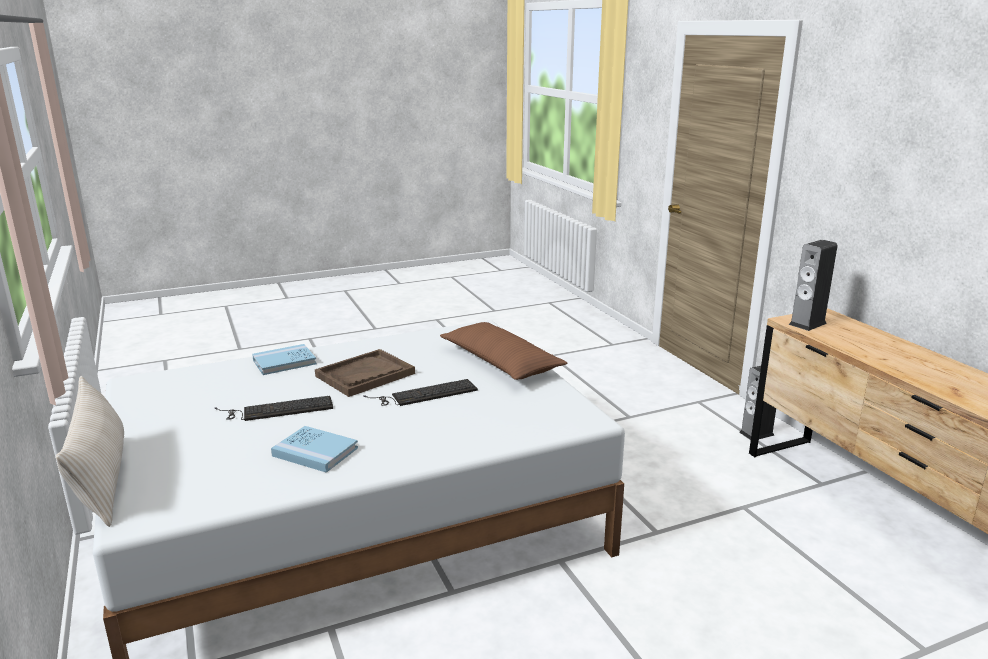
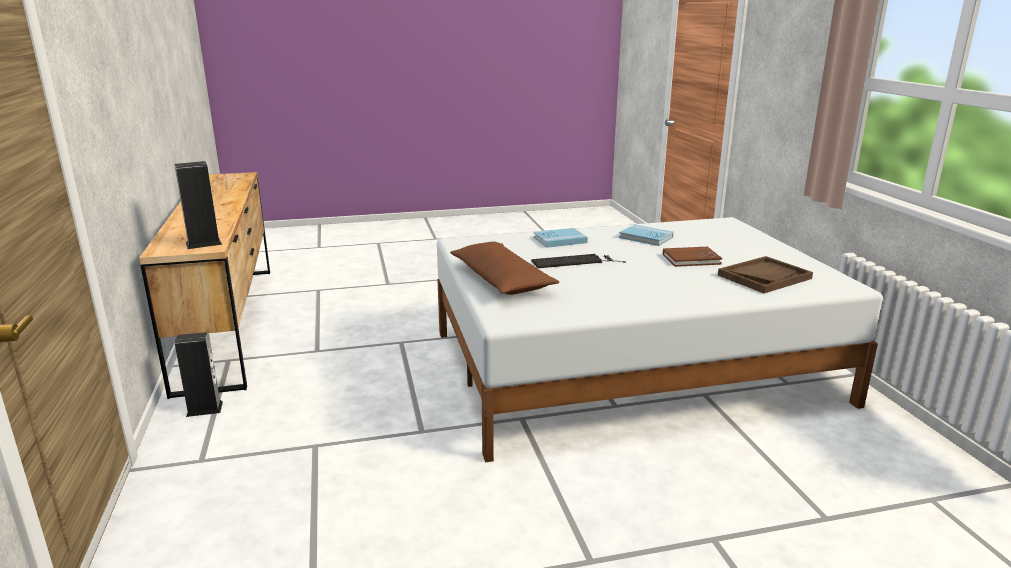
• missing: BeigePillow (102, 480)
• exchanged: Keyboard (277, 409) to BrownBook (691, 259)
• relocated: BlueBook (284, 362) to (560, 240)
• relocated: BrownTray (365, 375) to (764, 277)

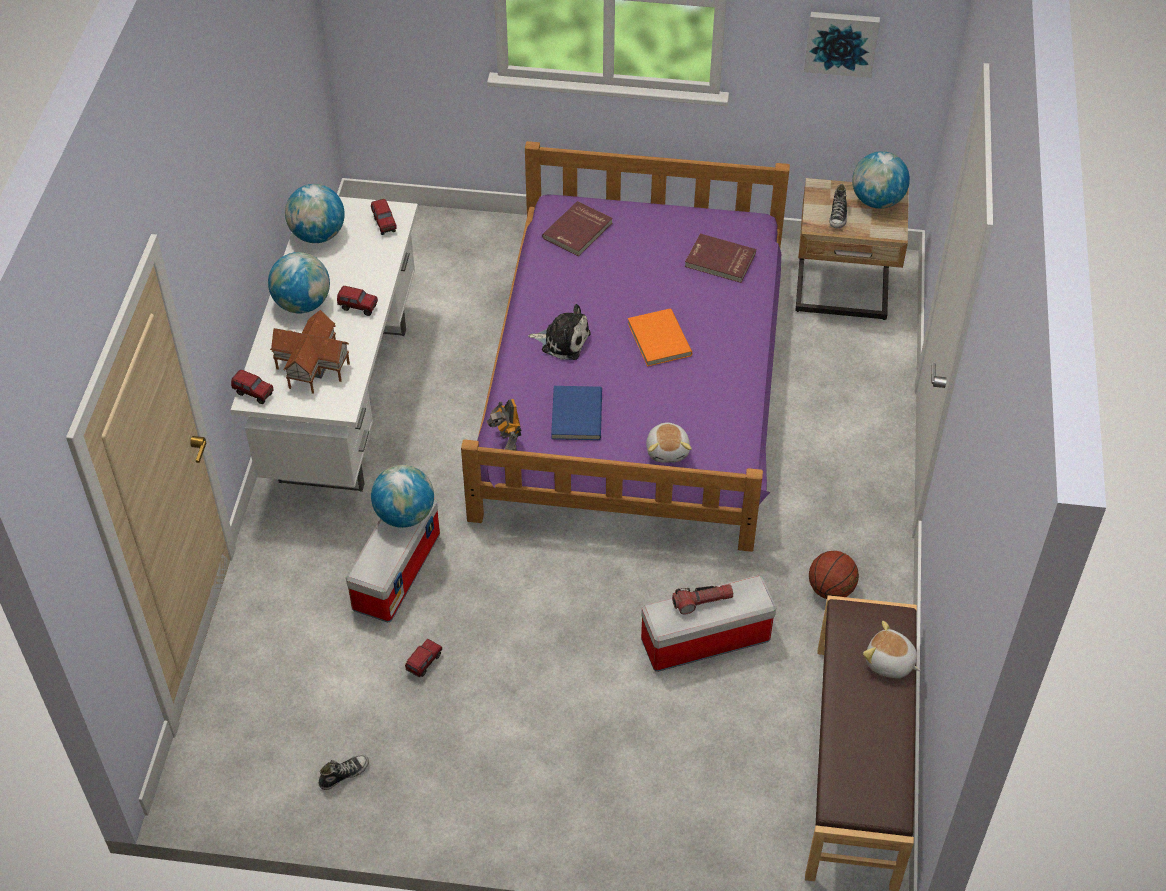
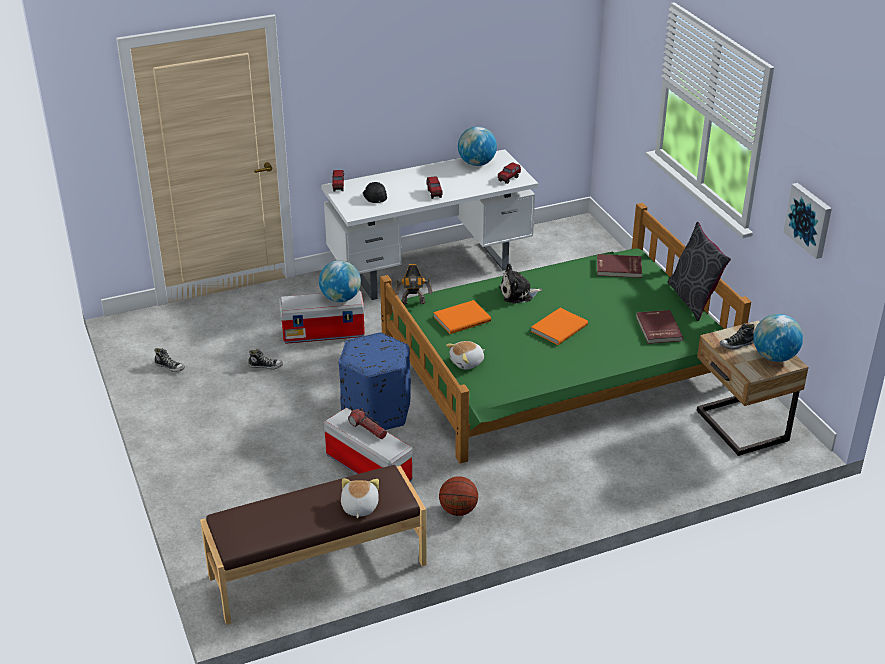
• missing: Globe (302, 304)
• exchanged: ToyHouse (313, 367) to BlackCap (375, 196)
• exchanged: ToyTruck (424, 663) to Shoe (266, 366)
• colour: PurpleBed (633, 384) to GreenBed (554, 366)
• spun: ToyRobot (506, 445) = (413, 303) 135 degrees counterclockwise
• spun: PlushToy (562, 341) = (518, 294) 90 degrees clockwise
• colour: BlueBook (575, 415) to OrangeBook (461, 318)
• appeared: BlueOttoman (376, 412)
• appeared: GreyPillow (693, 299)

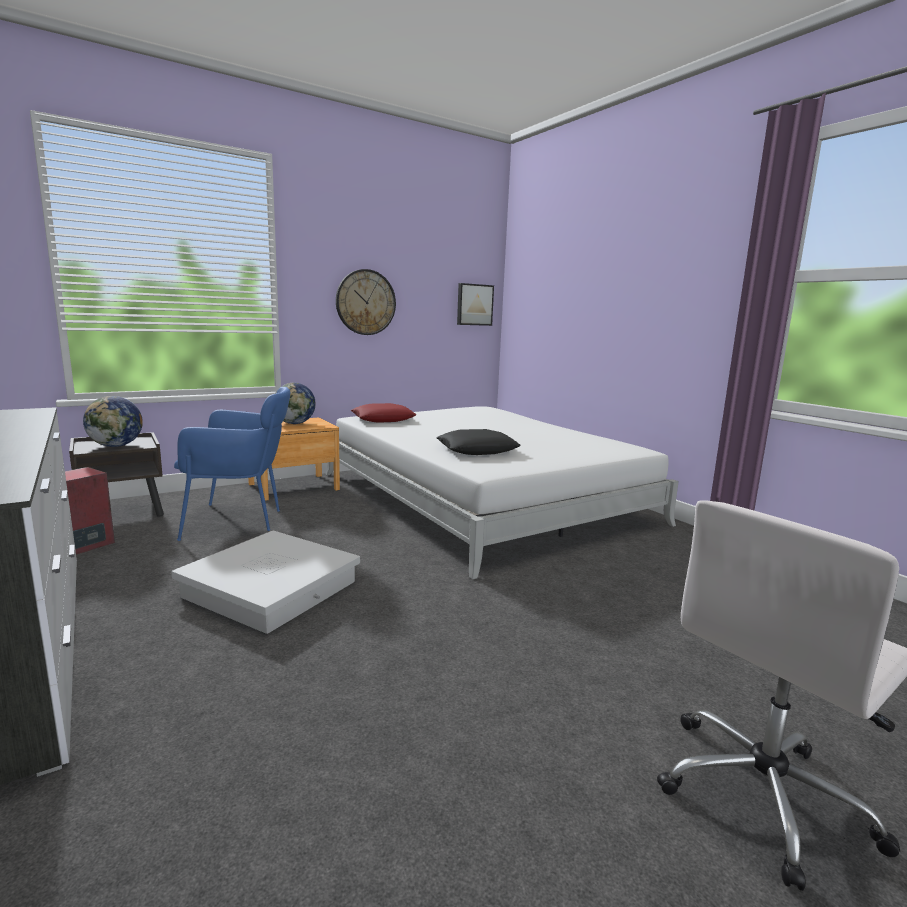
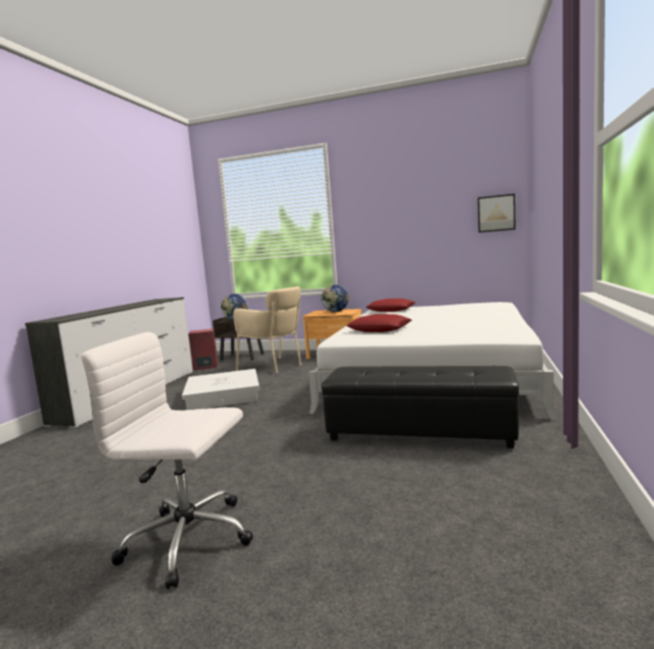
• colour: BlueArmchair (240, 521) to BeigeArmchair (275, 366)
• missing: WallClock (365, 302)
• colour: BlackPillow (477, 450) to RedPillow (379, 329)
• appeared: BlackOttoman (420, 432)

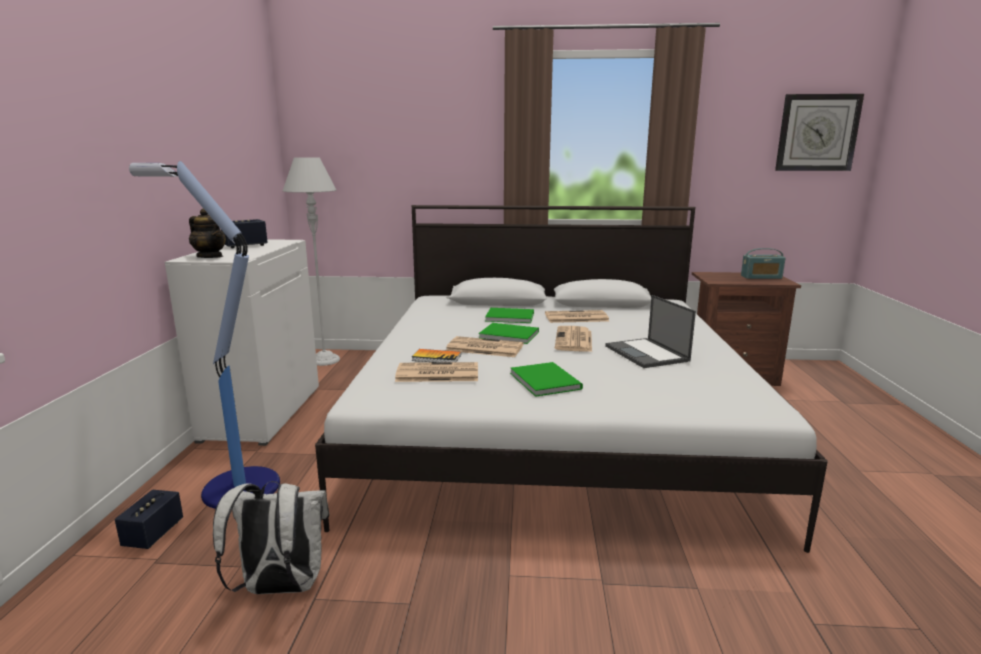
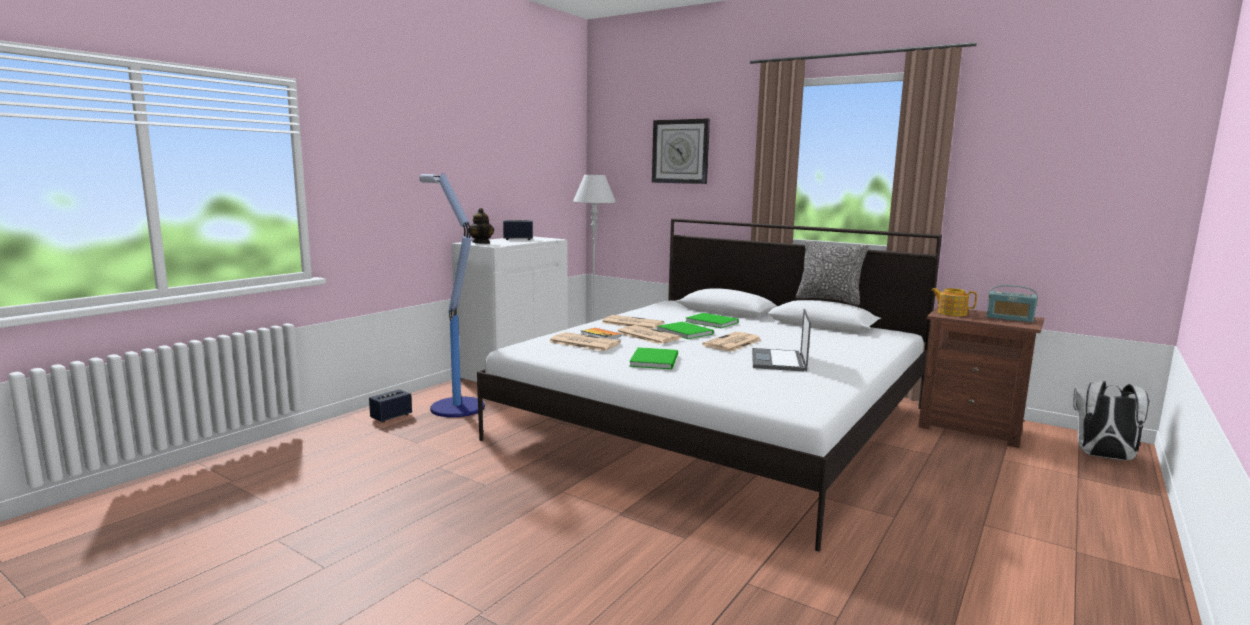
• relocated: WhiteBackpack (280, 588) to (1103, 457)
• relocated: Newspaper (575, 317) to (631, 323)
• relocated: WallClock (817, 133) to (680, 151)
• appeared: Pillow (829, 300)
• appeared: Teapot (951, 313)

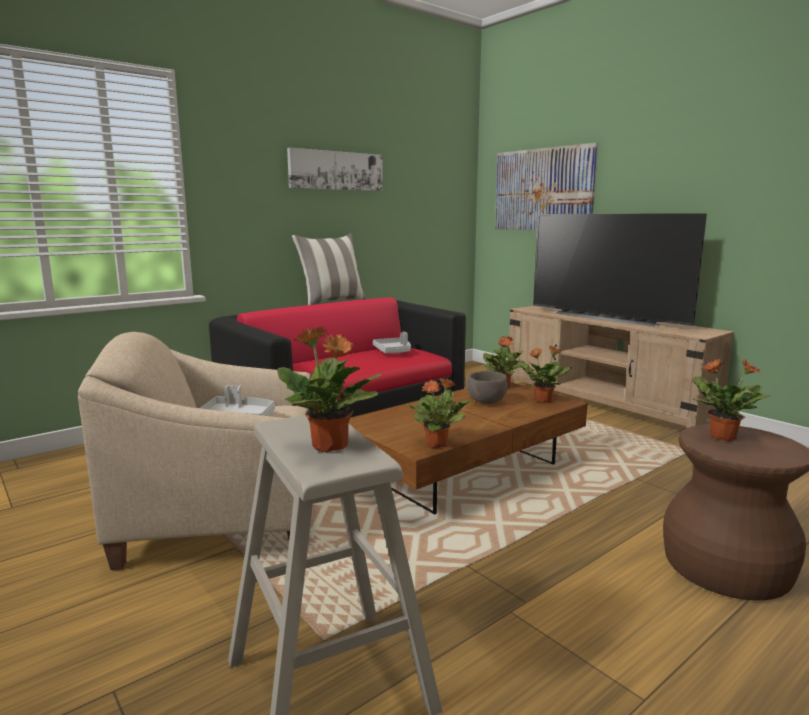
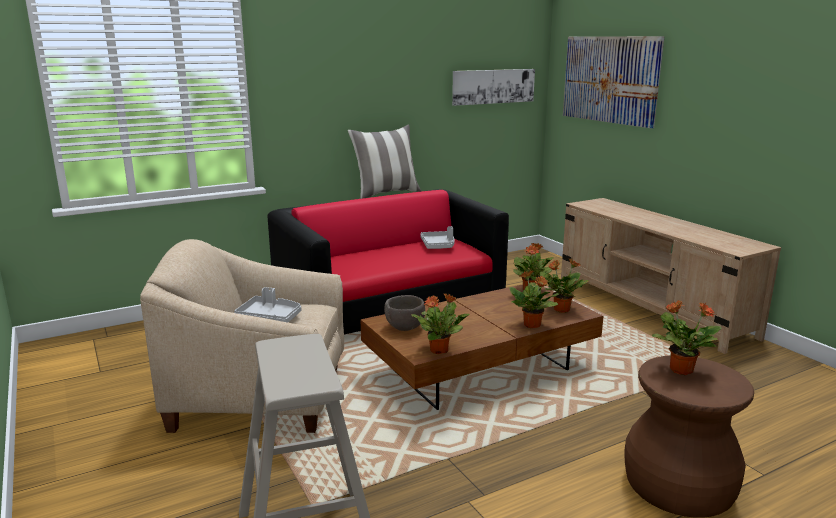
• relocated: PottedPlant (330, 446) to (532, 325)
• relocated: Picture (336, 170) to (493, 86)
• relocated: BrownBowl (486, 402) to (404, 327)
• missing: Television (608, 318)

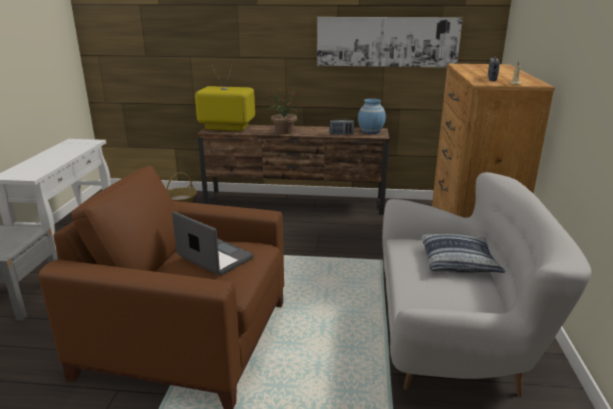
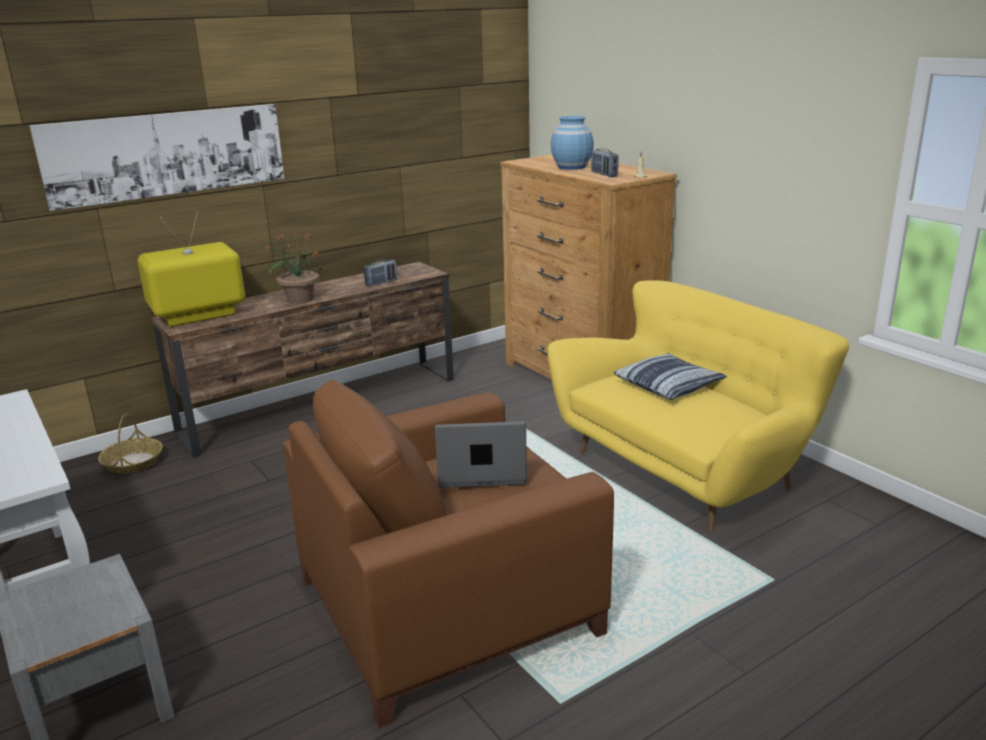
• relocated: Picture (387, 42) to (167, 154)
• relocated: BlueVase (371, 131) to (572, 167)
• colour: WhiteSofa (454, 336) to YellowSofa (686, 468)

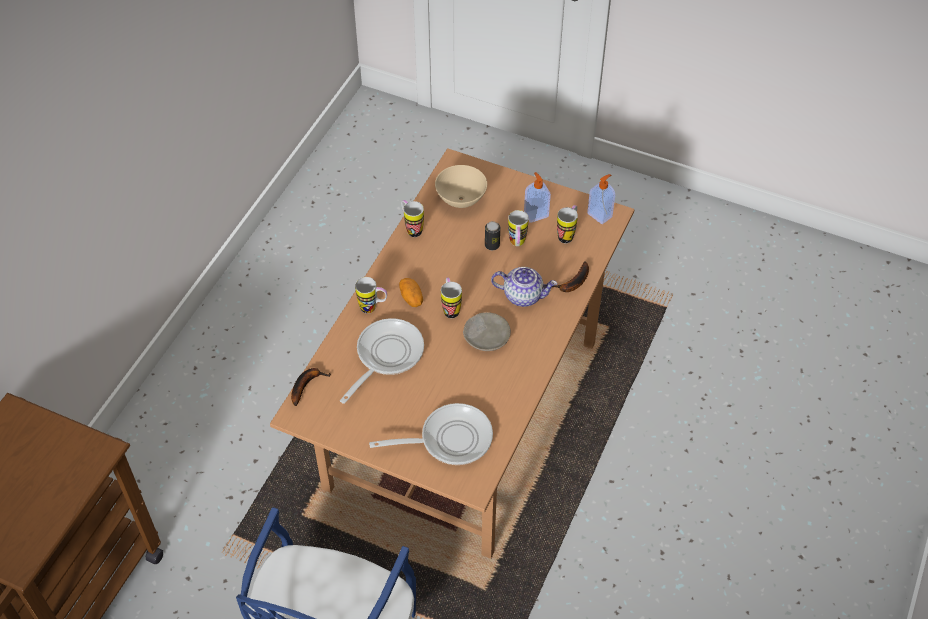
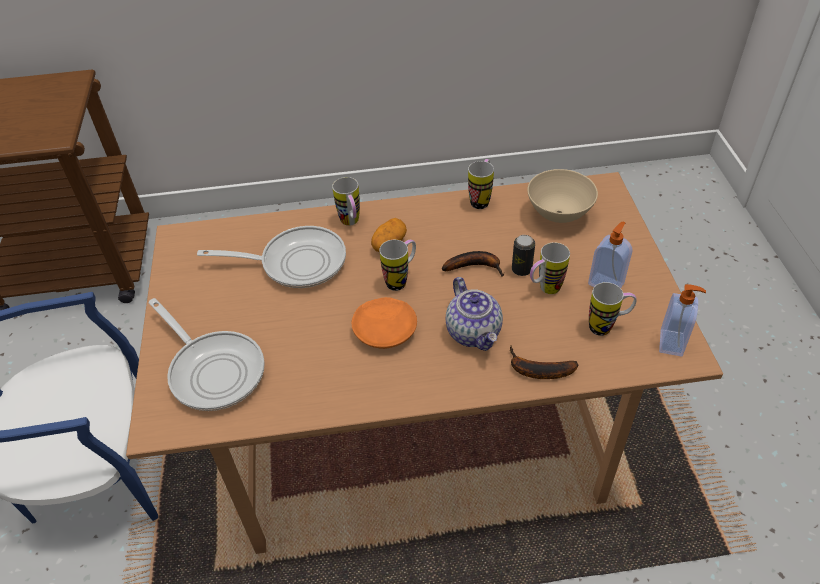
• relocated: Banana (306, 385) to (475, 266)
• colour: BeigePlate (486, 336) to OrangePlate (385, 329)

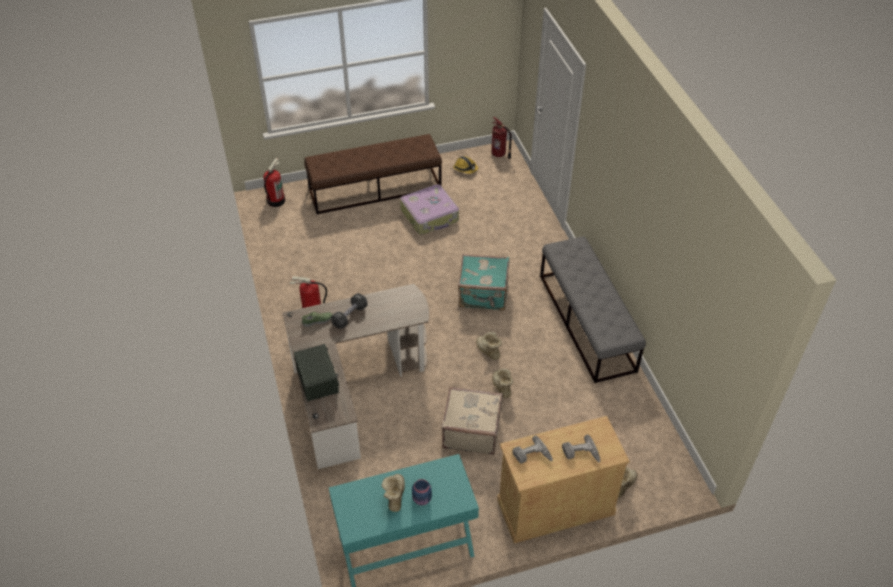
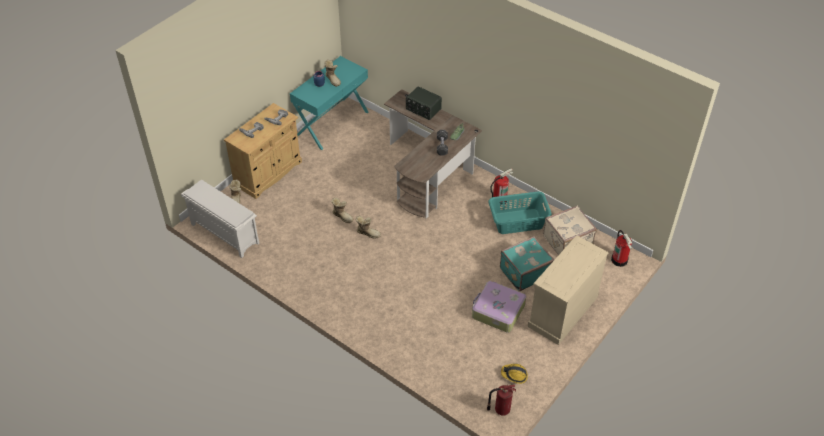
• exchanged: BrownBench (375, 189) to BeigeDresser (562, 311)
• relocated: BeigeSuitcase (471, 431) to (568, 241)
• relocated: TurquoiseSuitcase (483, 295) to (524, 272)
• missing: GreyBench (587, 322)
• appeared: WhiteShoeRack (224, 233)
• appeared: TurquoiseLaundryBasket (518, 221)

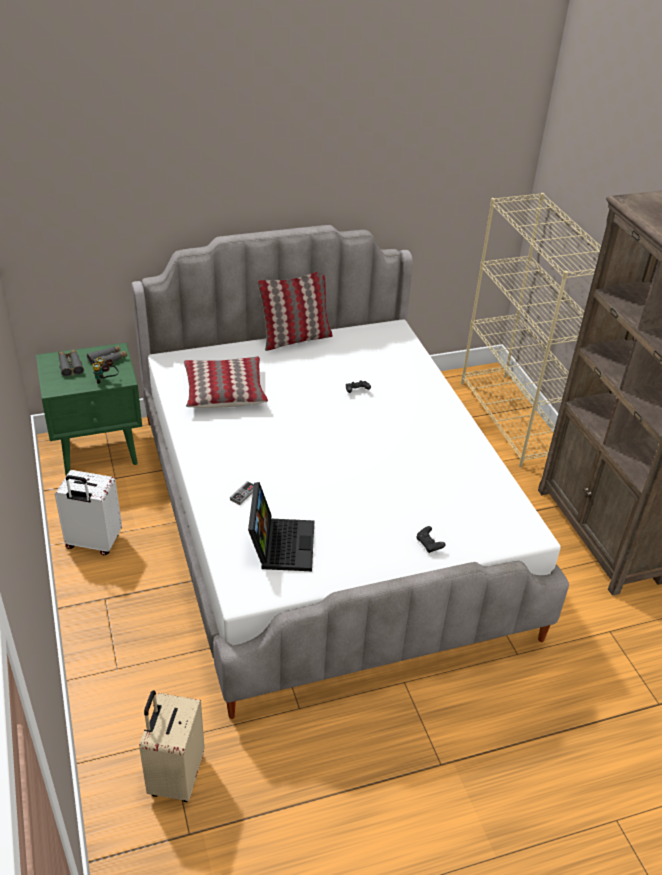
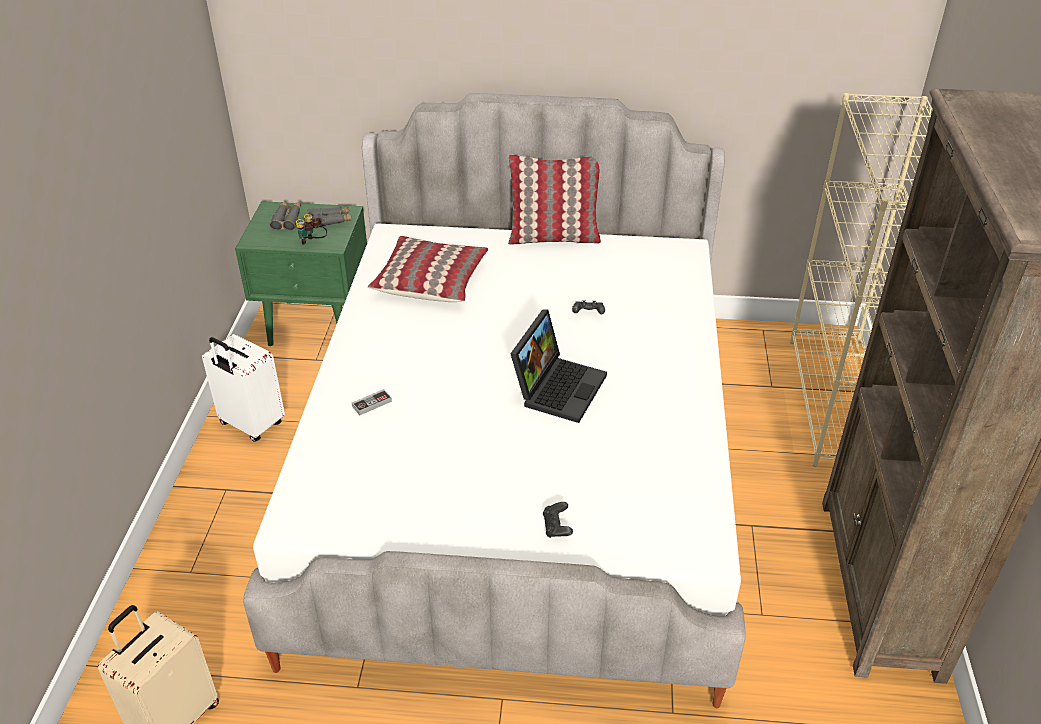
• relocated: Laptop (280, 543) to (558, 387)

